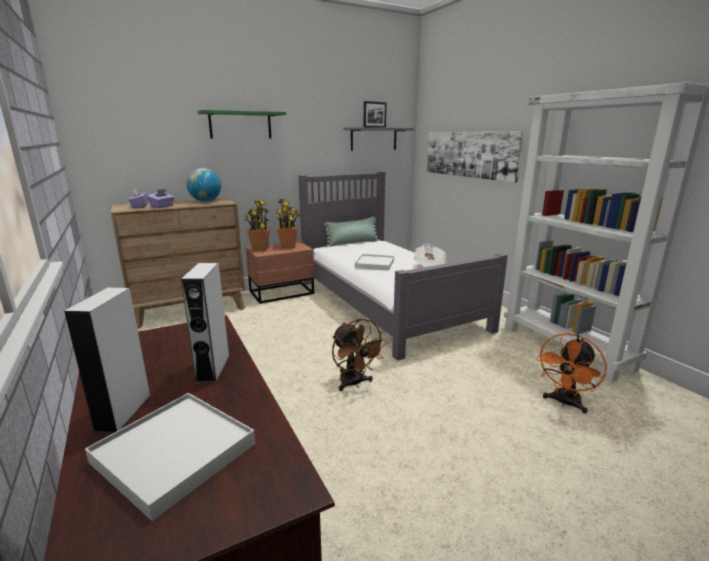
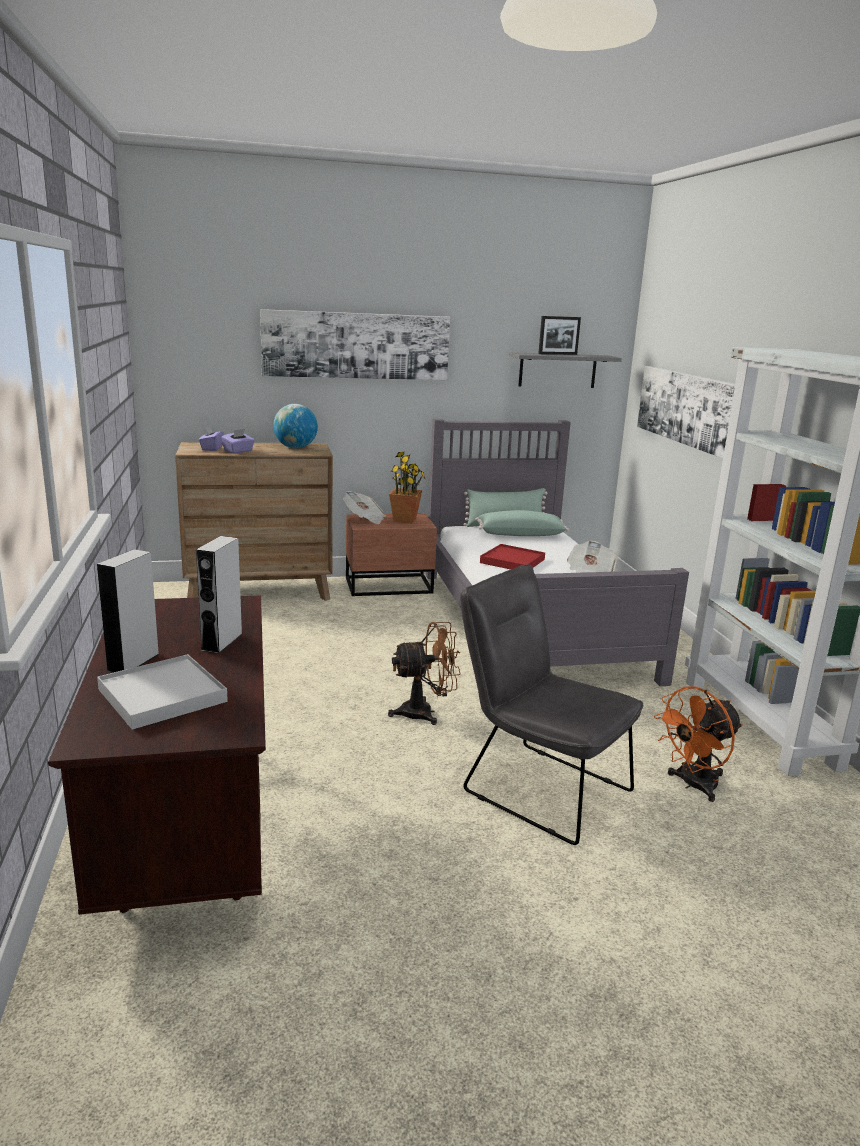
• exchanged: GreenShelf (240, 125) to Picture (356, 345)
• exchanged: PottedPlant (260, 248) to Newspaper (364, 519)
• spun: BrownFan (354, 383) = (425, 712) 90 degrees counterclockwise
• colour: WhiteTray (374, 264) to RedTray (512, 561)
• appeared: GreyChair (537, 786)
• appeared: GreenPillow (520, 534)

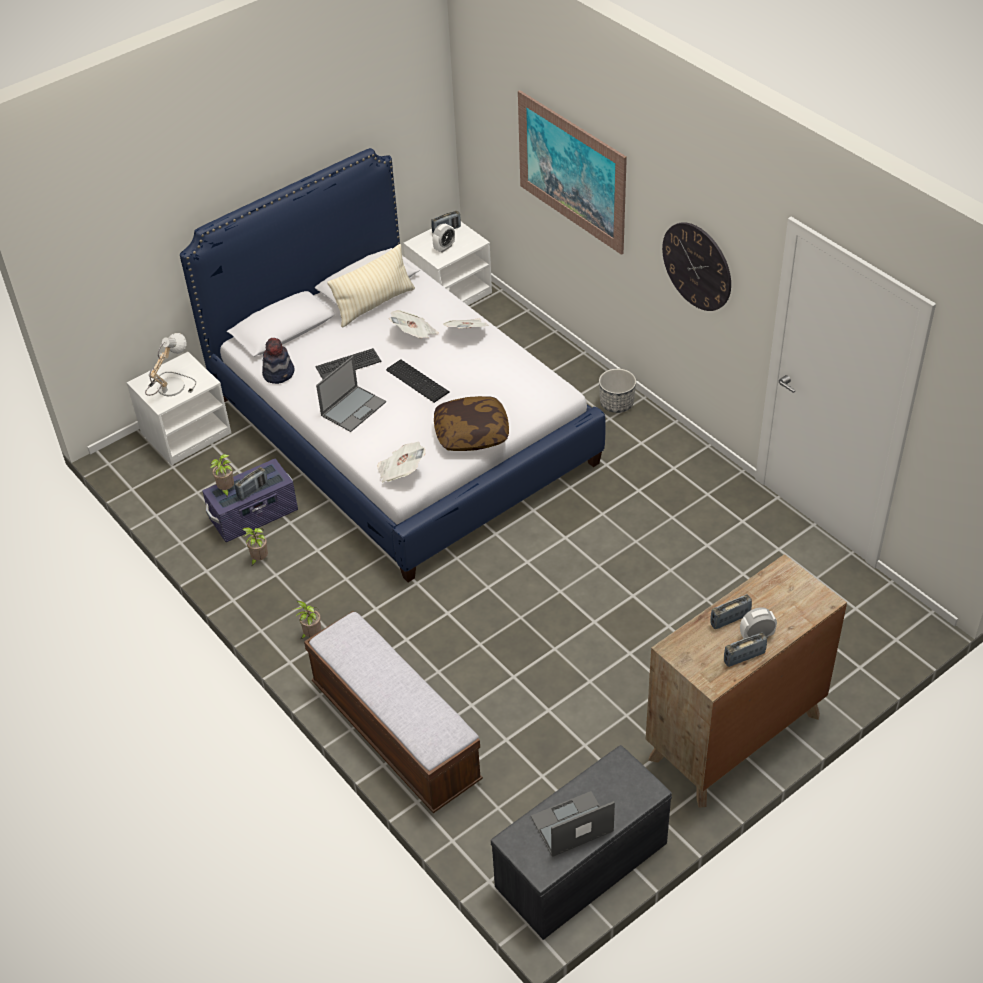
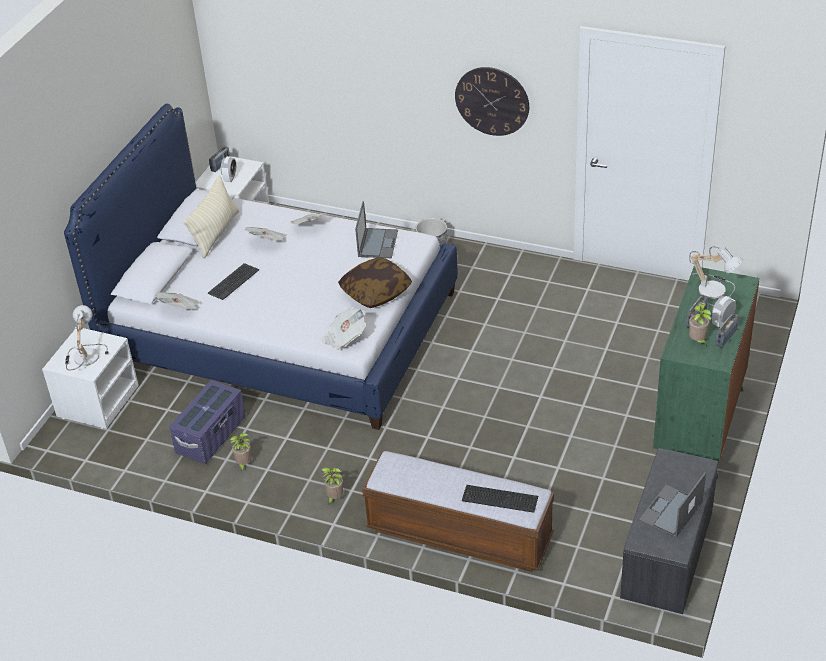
• relocated: PottedPlant (226, 490) to (698, 341)
• missing: Radio (252, 490)
• exchanged: Hat (279, 373) to Newspaper (180, 309)
• relocated: Laptop (354, 408) to (378, 243)
• relocated: Keyboard (417, 380) to (499, 497)
• missing: Picture (571, 171)
• colour: BrownDresser (734, 737) to GreenDresser (699, 426)
• appeared: TableLamp (714, 289)

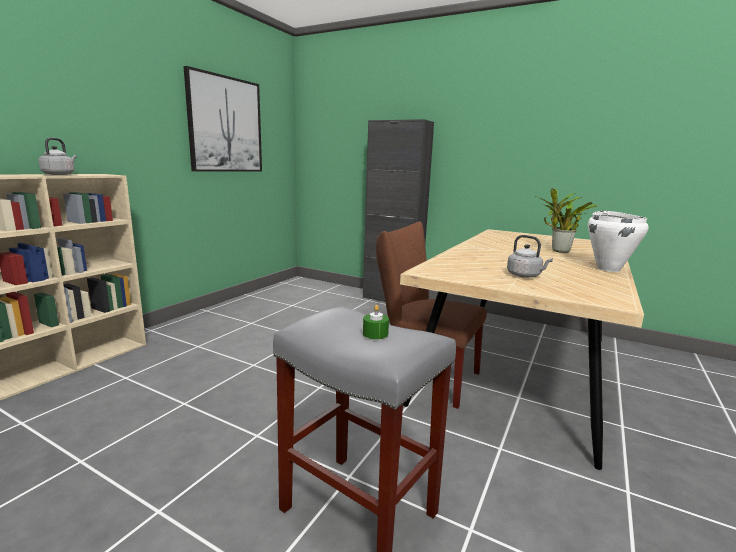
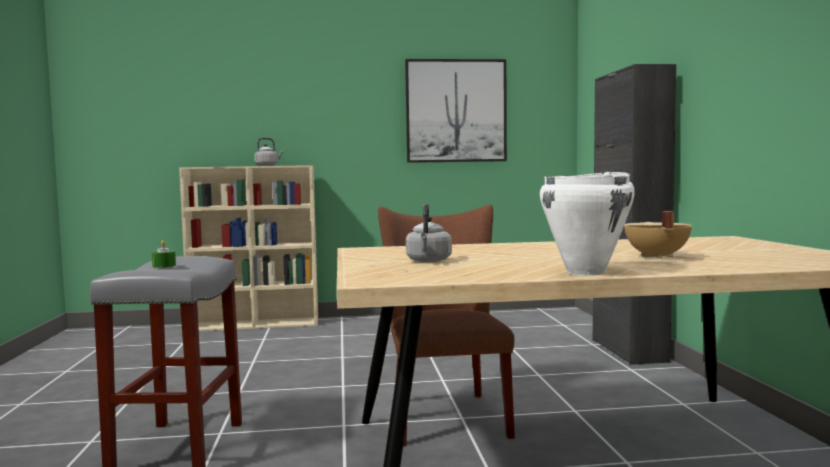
• exchanged: PottedPlant (558, 251) to BeigeCookingPot (655, 257)

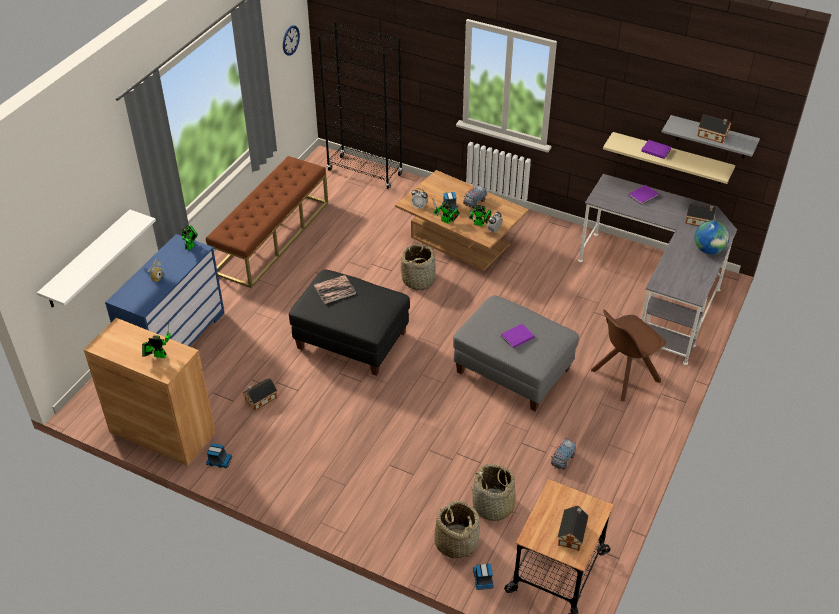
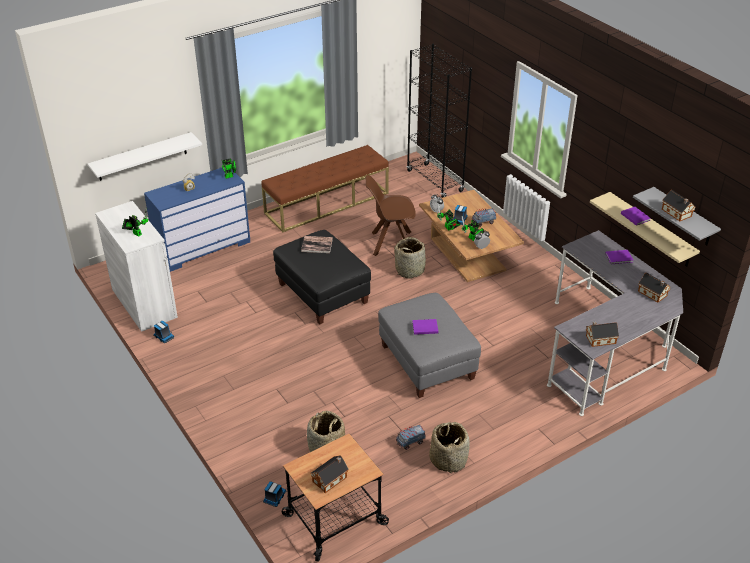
• colour: BrownCabinet (162, 432) to WhiteCabinet (144, 303)
• relocated: ToyHouse (259, 399) to (599, 339)
• missing: WallClock (290, 40)
• relocated: Basket (456, 542) to (448, 459)
• relocated: BrownChair (623, 376) to (390, 243)
• missing: Globe (708, 250)

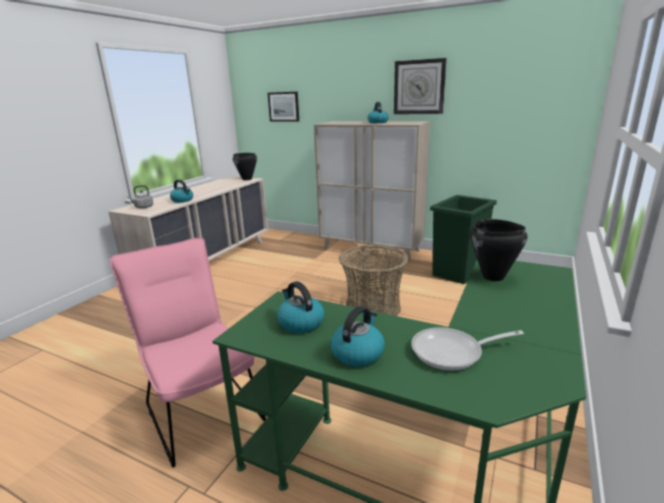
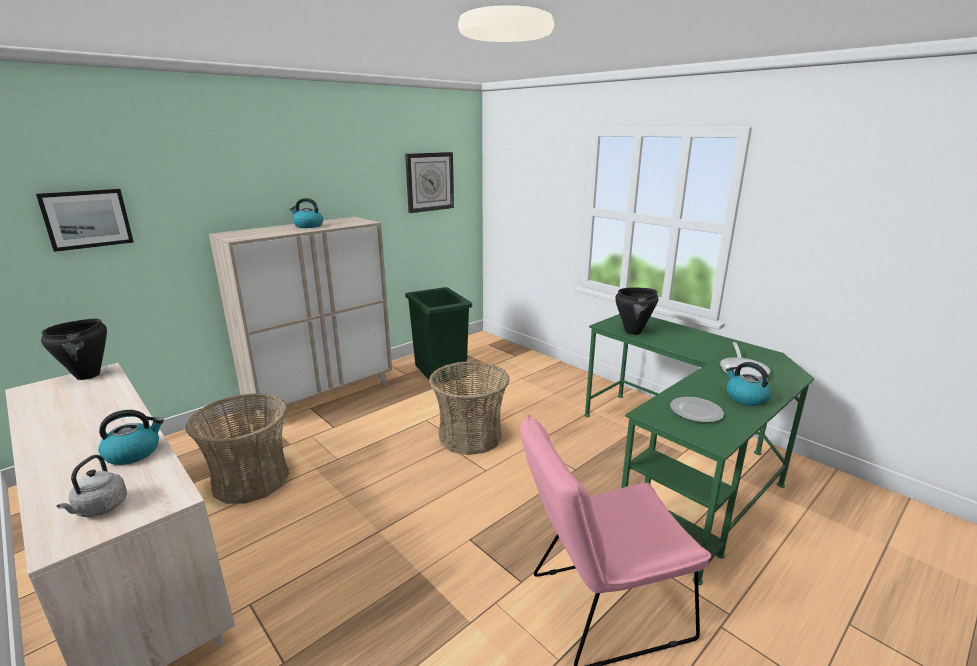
• exchanged: Kettle (300, 323) to Plate (696, 412)
• relocated: WallClock (419, 87) to (429, 182)
• appeared: Basket (251, 480)

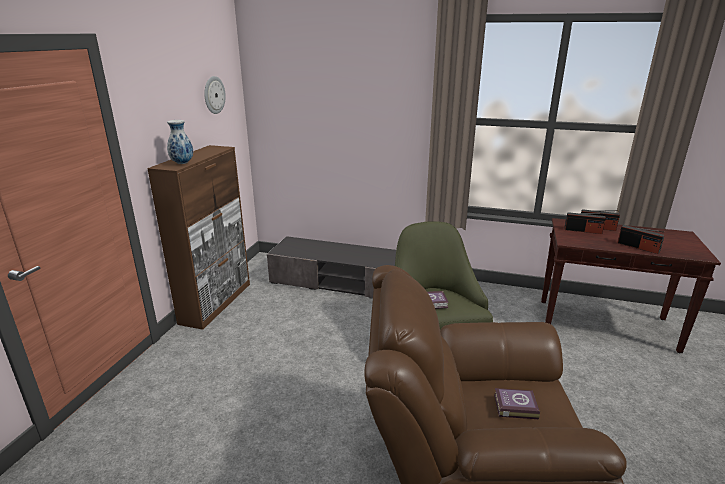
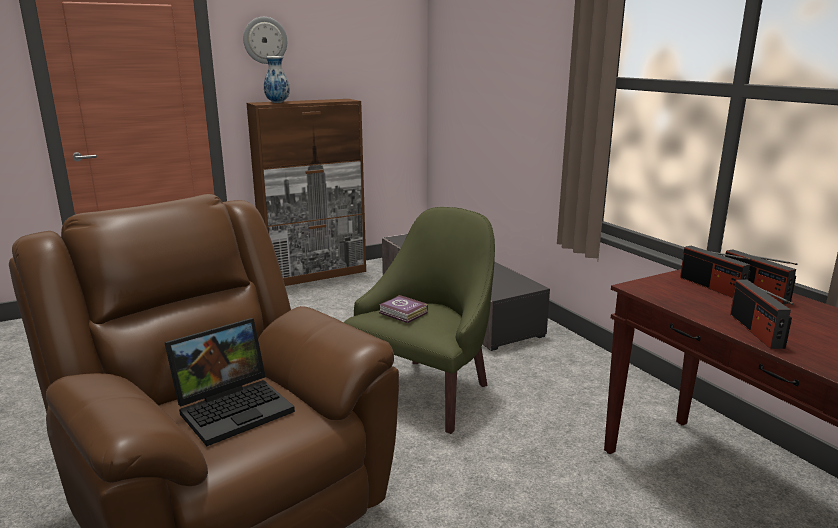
• relocated: WallClock (214, 95) to (265, 40)
• exchanged: Book (514, 406) to Laptop (235, 407)

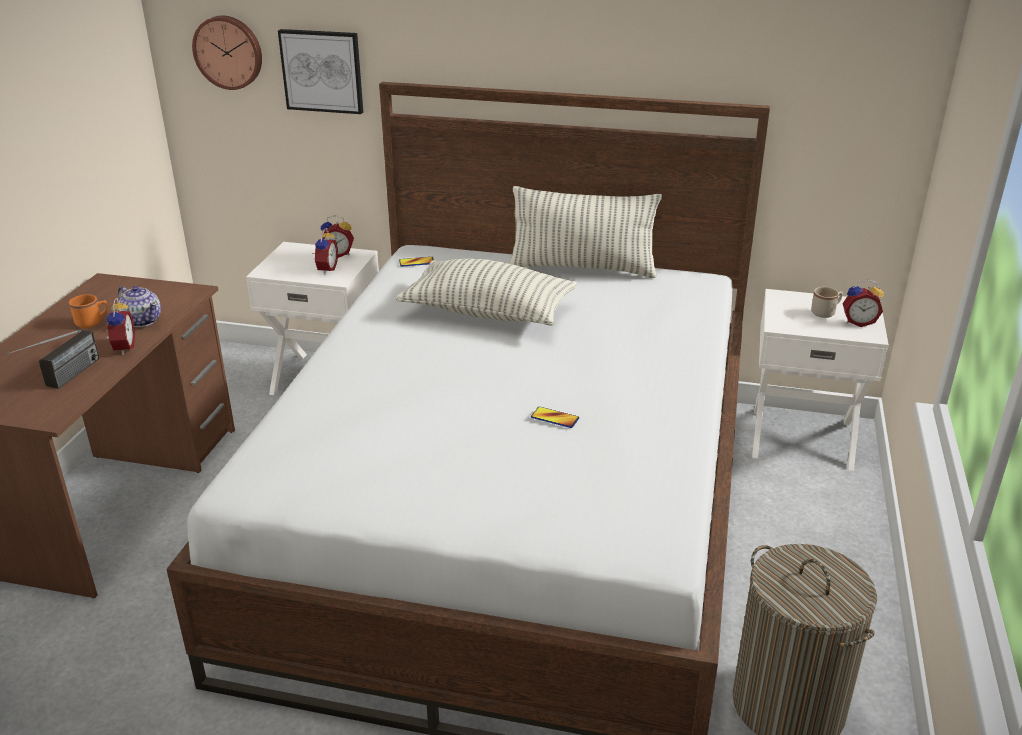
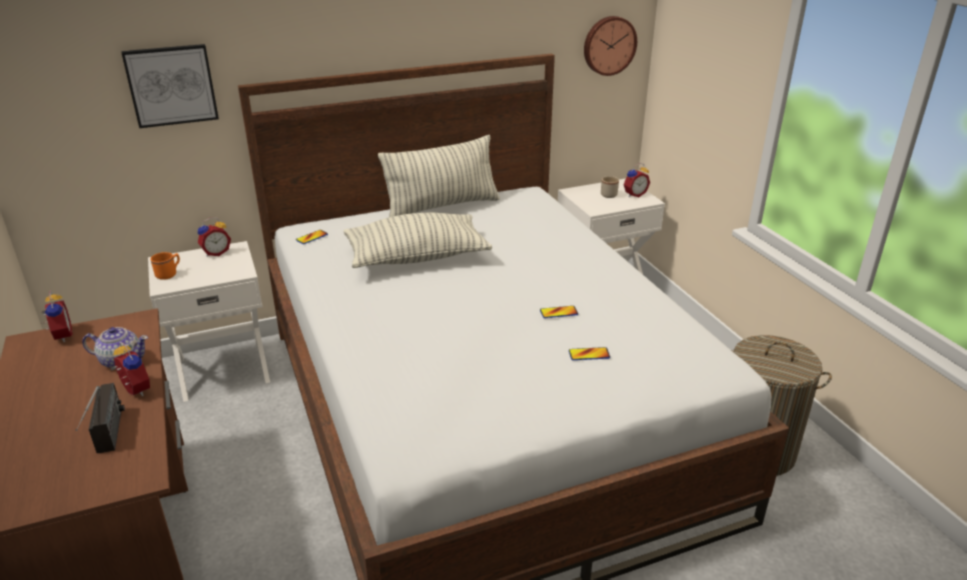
• relocated: OrangeMug (92, 322) to (169, 274)
• relocated: WallClock (229, 52) to (608, 45)
• relocated: AlarmClock (325, 269) to (61, 336)
• appeared: Phone (589, 354)

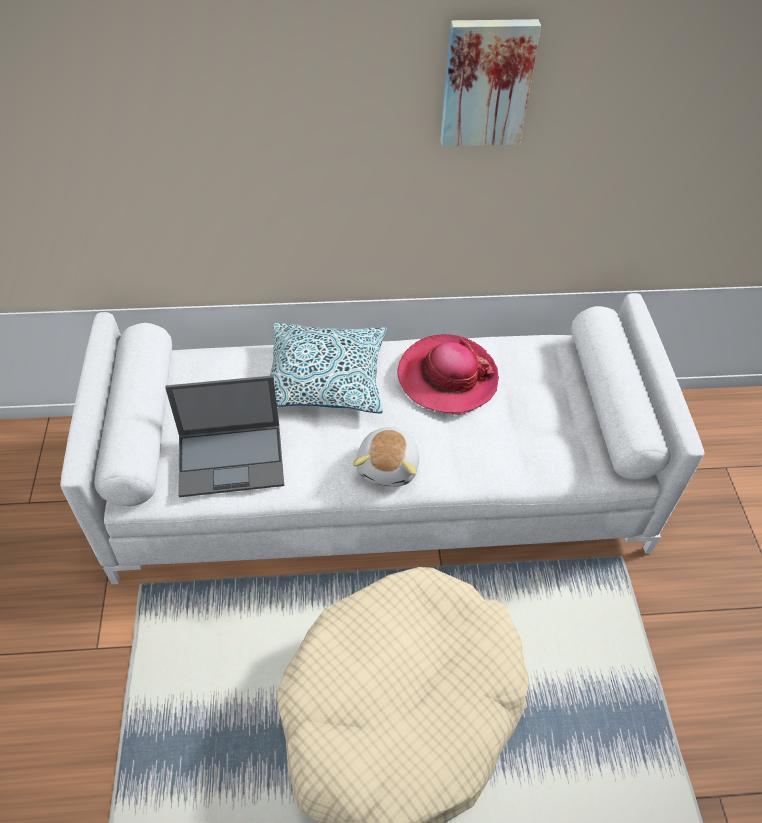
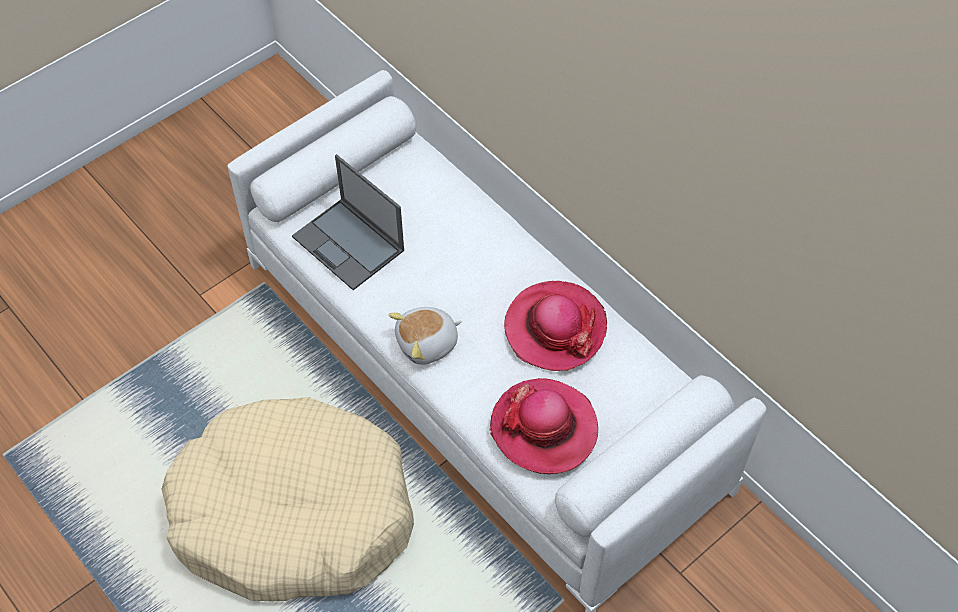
• missing: Pillow (326, 378)
• missing: Picture (486, 82)
• appeared: Hat (544, 428)

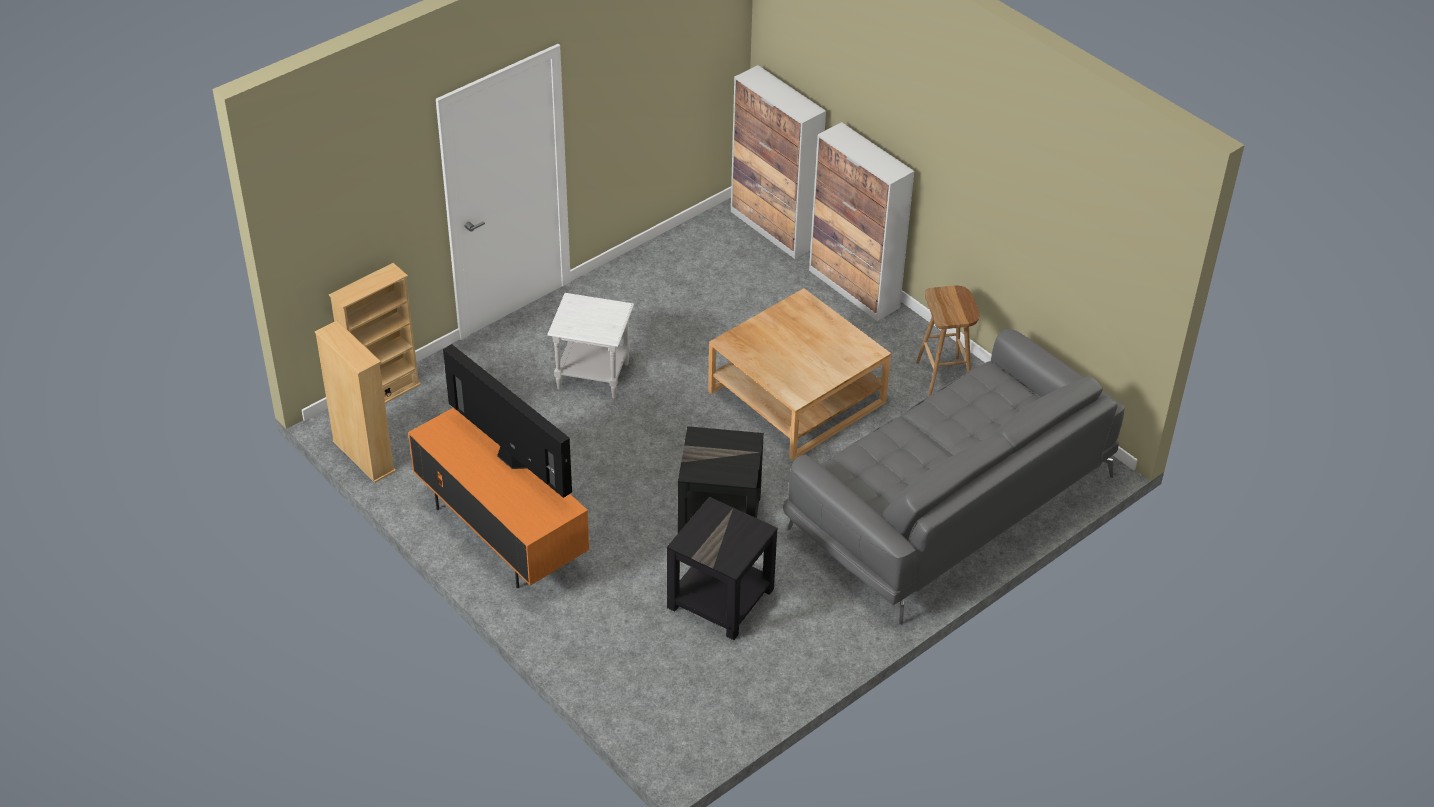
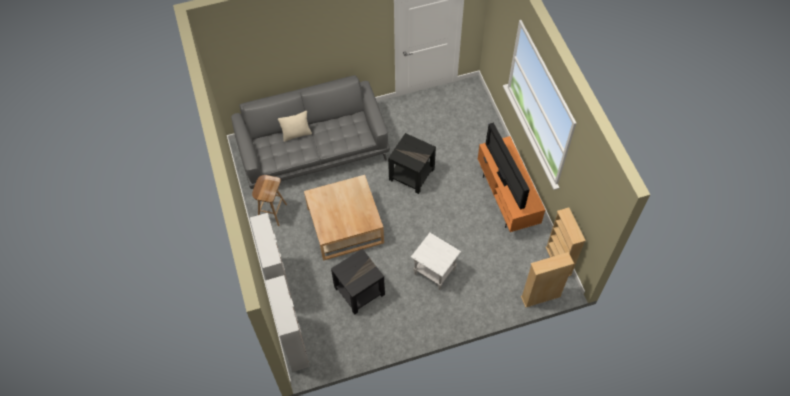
• relocated: BlackSideTable (721, 599) to (359, 290)
• appeared: BeigePillow (296, 134)

